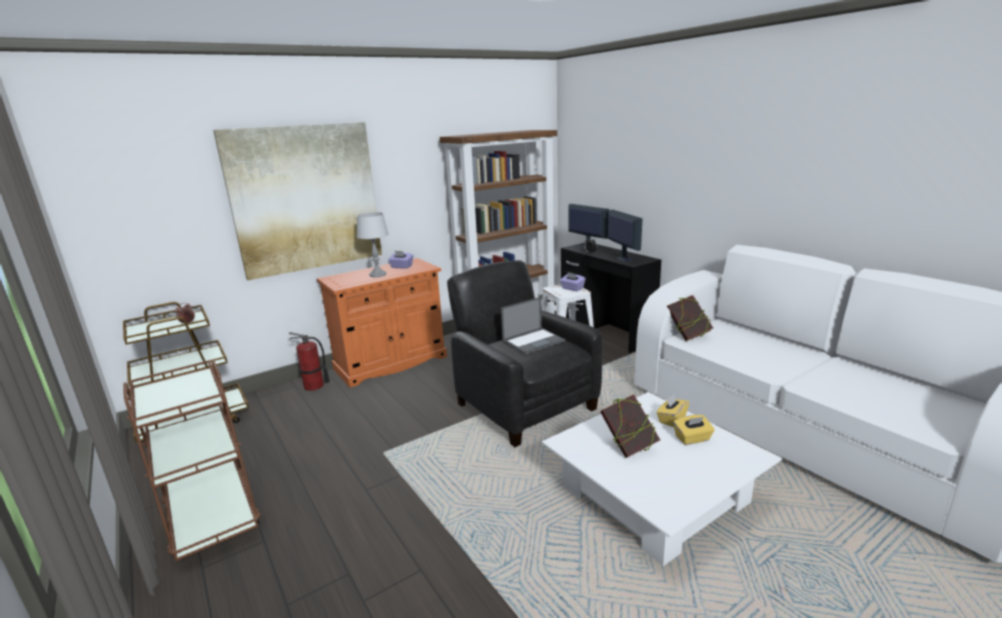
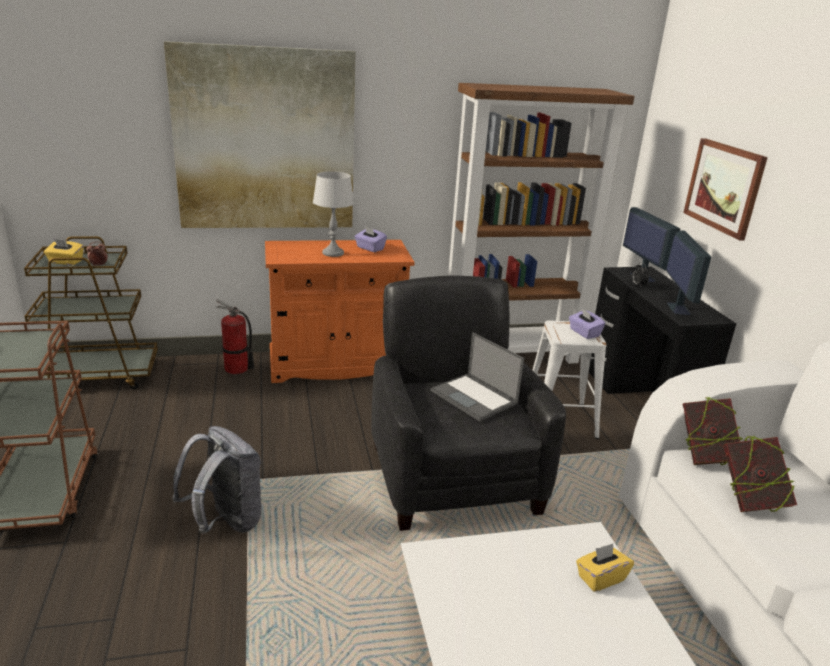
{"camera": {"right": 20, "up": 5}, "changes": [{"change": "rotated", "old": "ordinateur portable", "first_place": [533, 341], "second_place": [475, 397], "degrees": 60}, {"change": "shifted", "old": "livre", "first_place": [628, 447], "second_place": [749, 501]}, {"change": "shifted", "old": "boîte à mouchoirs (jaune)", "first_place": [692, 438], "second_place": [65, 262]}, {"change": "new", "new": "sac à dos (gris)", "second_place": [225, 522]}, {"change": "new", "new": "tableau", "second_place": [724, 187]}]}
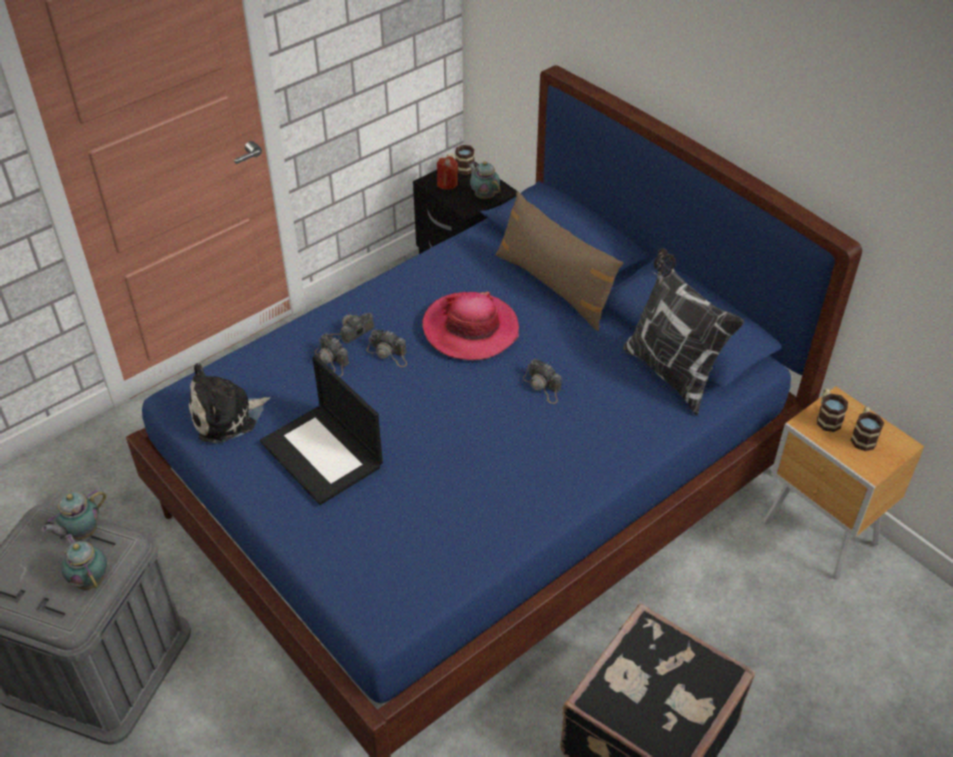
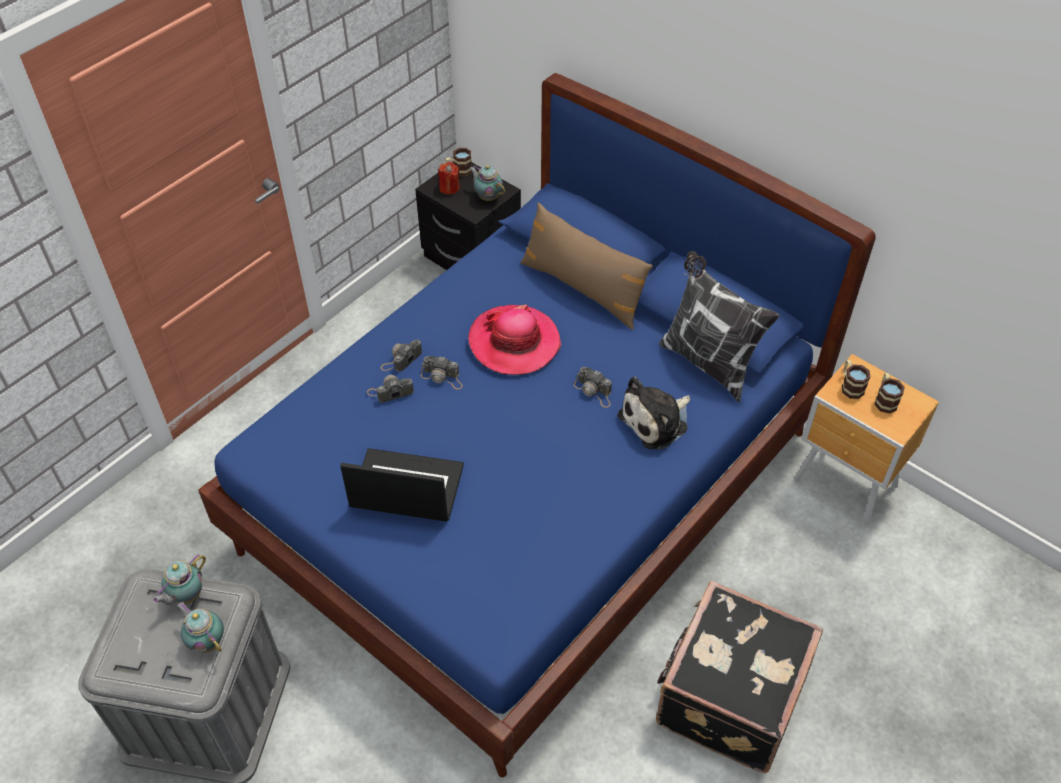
{"camera": {"right": -10, "up": 5}, "changes": [{"change": "shifted", "old": "peluche", "first_place": [227, 416], "second_place": [656, 421]}, {"change": "rotated", "old": "ordinateur portable", "first_place": [323, 454], "second_place": [405, 487], "degrees": 150}, {"change": "rotated", "old": "appareil photo", "first_place": [332, 360], "second_place": [390, 391], "degrees": 120}]}
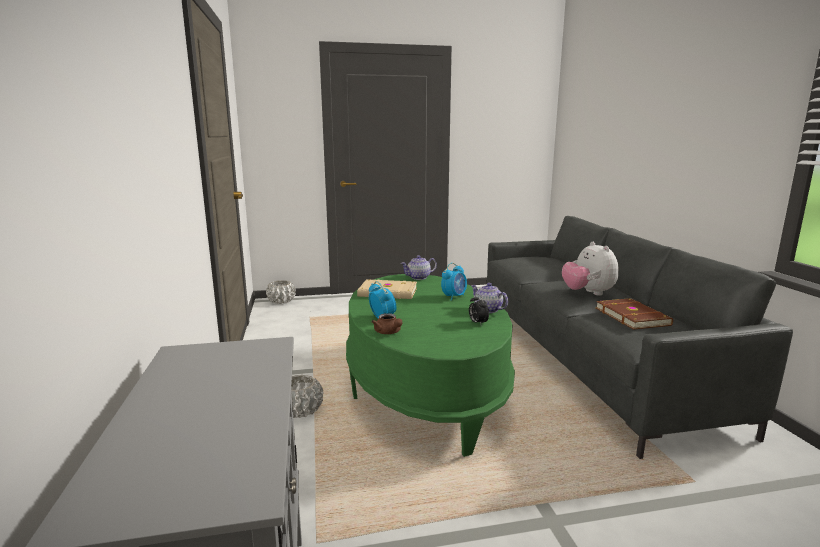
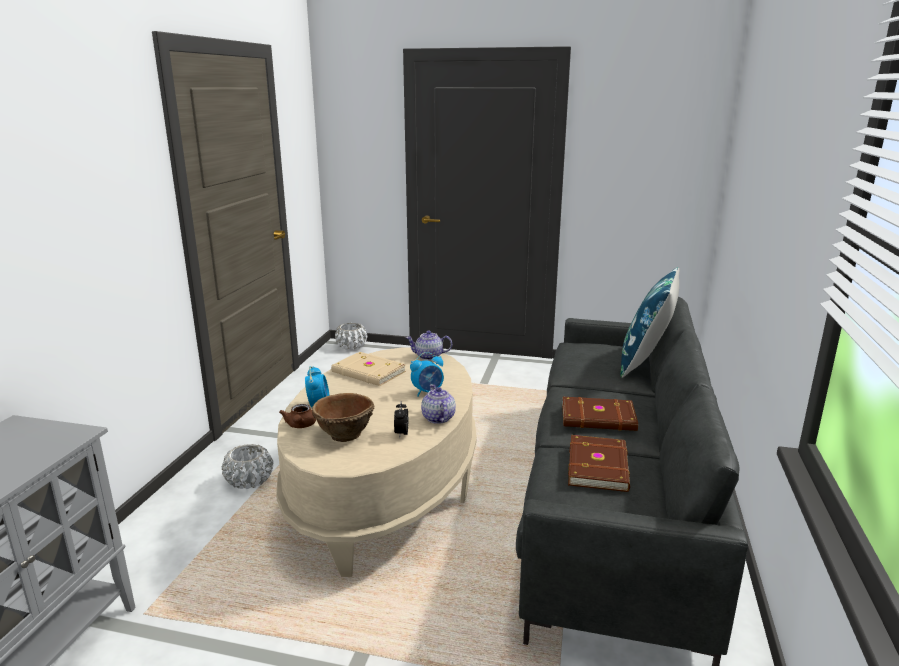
{"camera": {"right": 25, "up": 5}, "changes": [{"change": "repainted", "old": "table basse (vert)", "new": "table basse (beige)", "first_place": [424, 389], "second_place": [385, 489]}, {"change": "swapped", "old": "peluche", "new": "livre (marron)", "first_place": [588, 293], "second_place": [598, 418]}, {"change": "new", "new": "bol (marron)", "second_place": [344, 435]}, {"change": "new", "new": "coussin (bleu)", "second_place": [645, 362]}]}
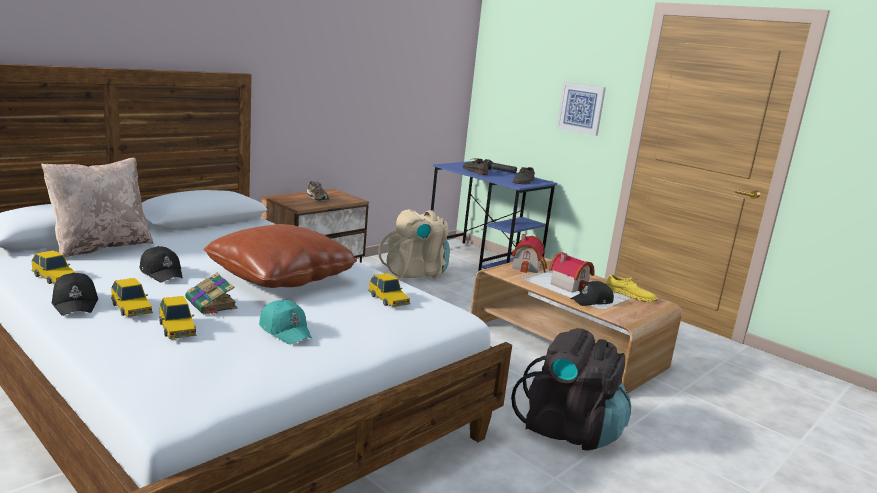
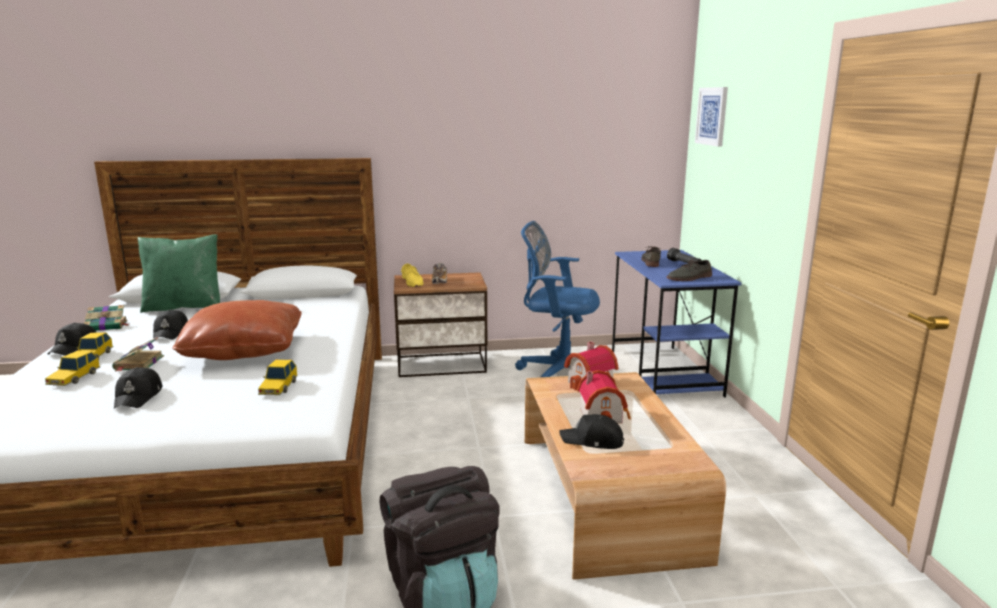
{"camera": {"right": 40, "up": 0}, "changes": [{"change": "swapped", "old": "petite voiture", "new": "livre", "first_place": [55, 277], "second_place": [107, 326]}, {"change": "repainted", "old": "coussin (beige)", "new": "coussin (vert)", "first_place": [101, 247], "second_place": [184, 306]}, {"change": "repainted", "old": "casquette (turquoise)", "new": "casquette (noir)", "first_place": [286, 330], "second_place": [139, 396]}, {"change": "swapped", "old": "sac à dos (beige)", "new": "chaise de bureau (bleu)", "first_place": [415, 273], "second_place": [559, 373]}, {"change": "shifted", "old": "tableau", "first_place": [581, 108], "second_place": [712, 116]}, {"change": "shifted", "old": "chaussure (jaune)", "first_place": [629, 295], "second_place": [412, 282]}]}
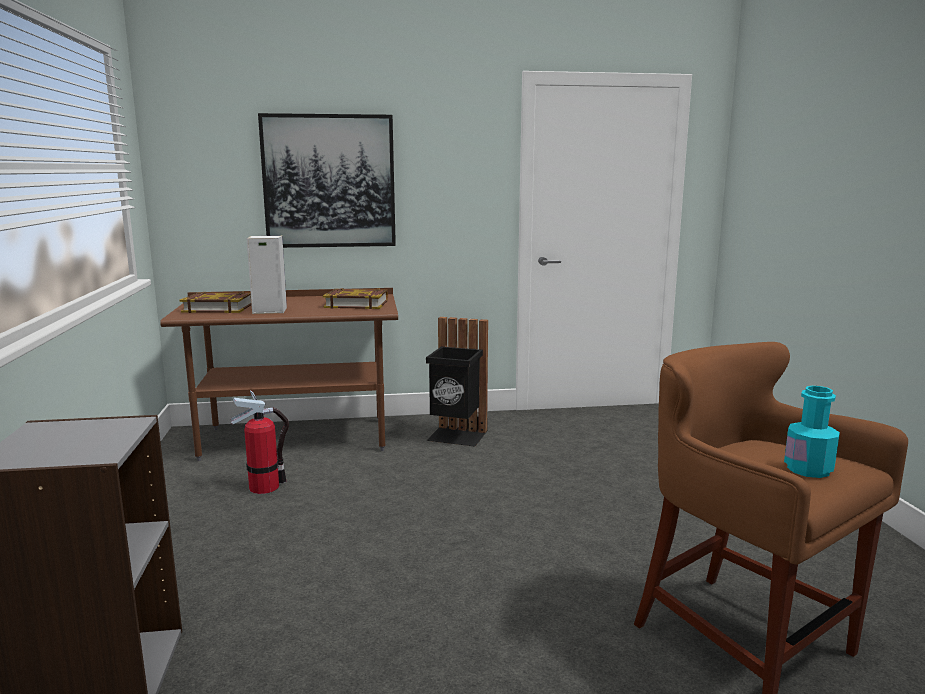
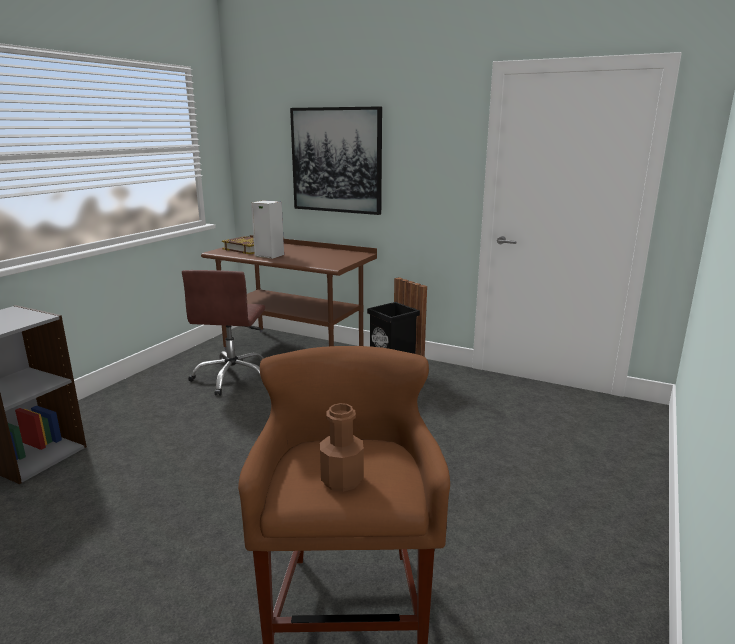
{"camera": {"right": 35, "up": 5}, "changes": [{"change": "swapped", "old": "extincteur", "new": "chaise de bureau (marron)", "first_place": [264, 487], "second_place": [233, 377]}, {"change": "gone", "old": "livre", "first_place": [356, 304]}, {"change": "repainted", "old": "bouteille (turquoise)", "new": "bouteille (marron)", "first_place": [808, 469], "second_place": [342, 480]}]}
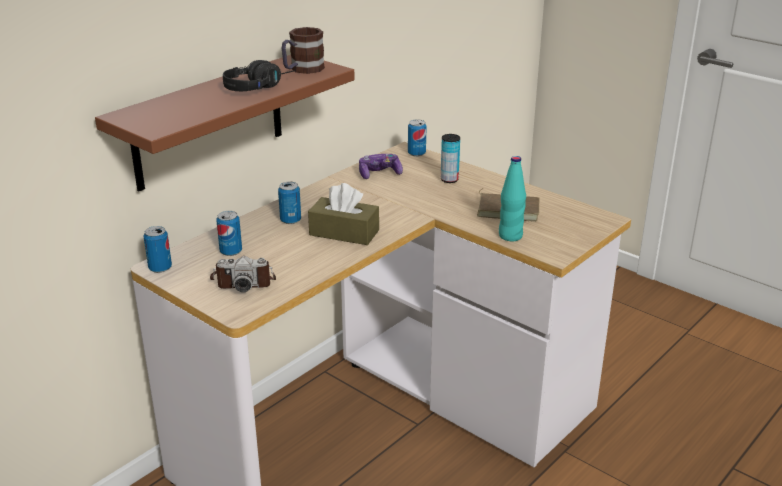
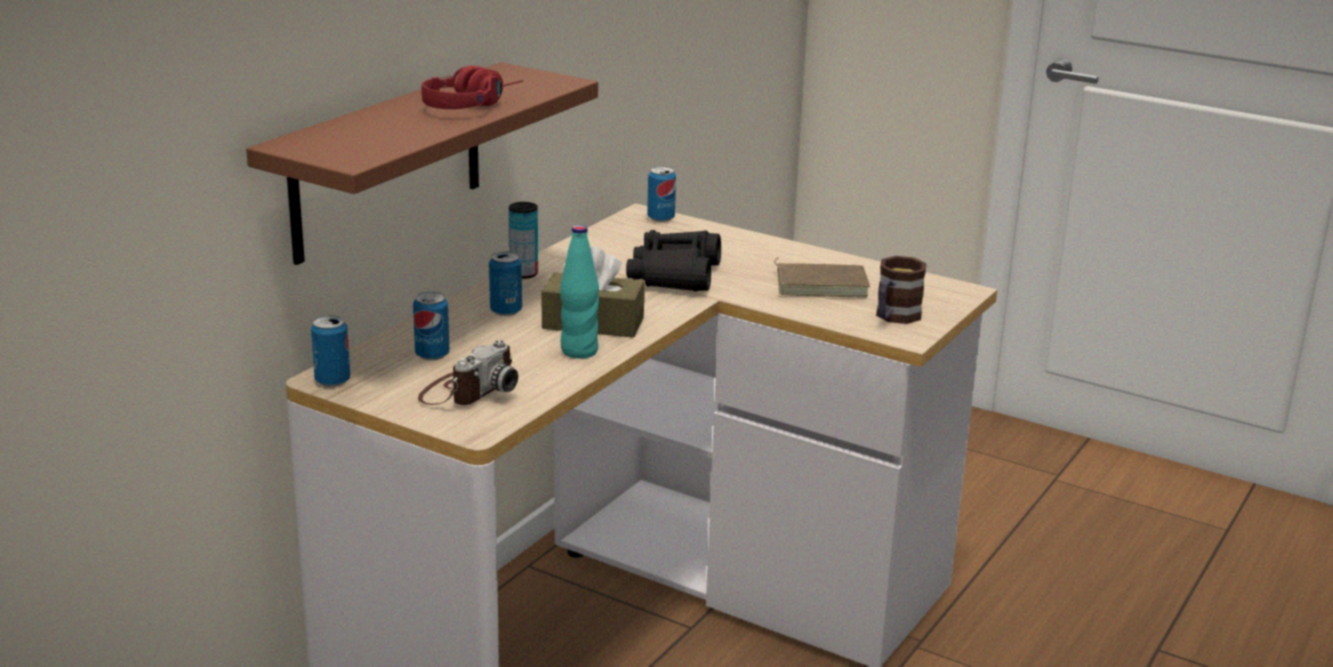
{"camera": {"right": -10, "up": -5}, "changes": [{"change": "rotated", "old": "appareil photo", "first_place": [243, 281], "second_place": [467, 391], "degrees": -45}, {"change": "repainted", "old": "casque audio (noir)", "new": "casque audio (rouge)", "first_place": [259, 87], "second_place": [472, 106]}, {"change": "shifted", "old": "mug", "first_place": [302, 70], "second_place": [894, 317]}, {"change": "gone", "old": "manette", "first_place": [379, 174]}, {"change": "shifted", "old": "boîte métallique", "first_place": [449, 179], "second_place": [524, 274]}, {"change": "shifted", "old": "bouteille (turquoise)", "first_place": [510, 236], "second_place": [579, 351]}, {"change": "new", "new": "jumelles (noir)", "second_place": [675, 276]}]}
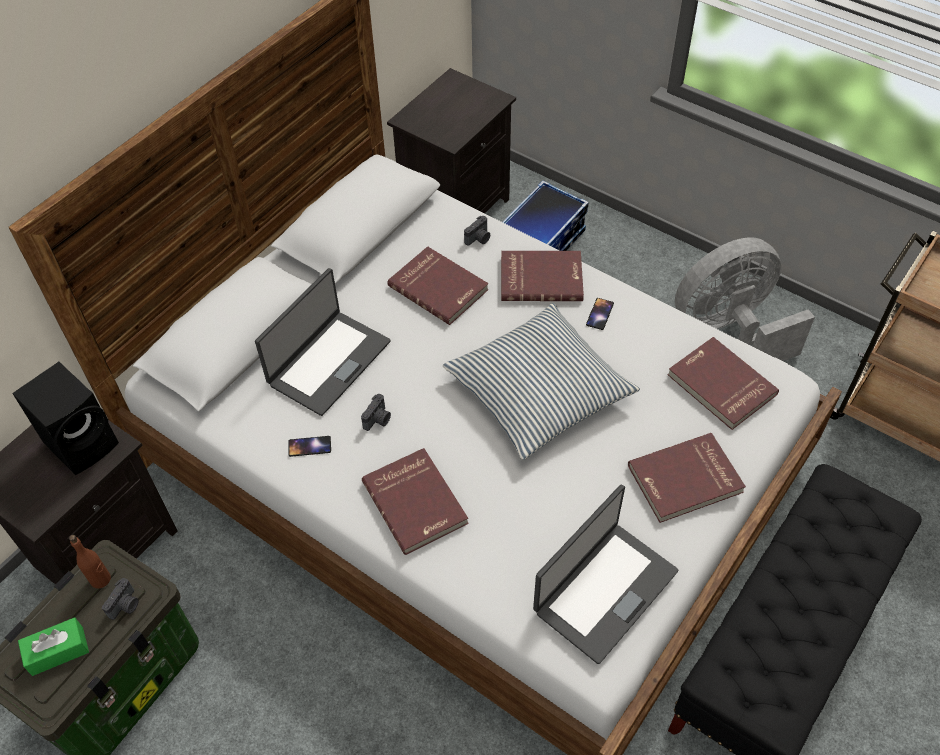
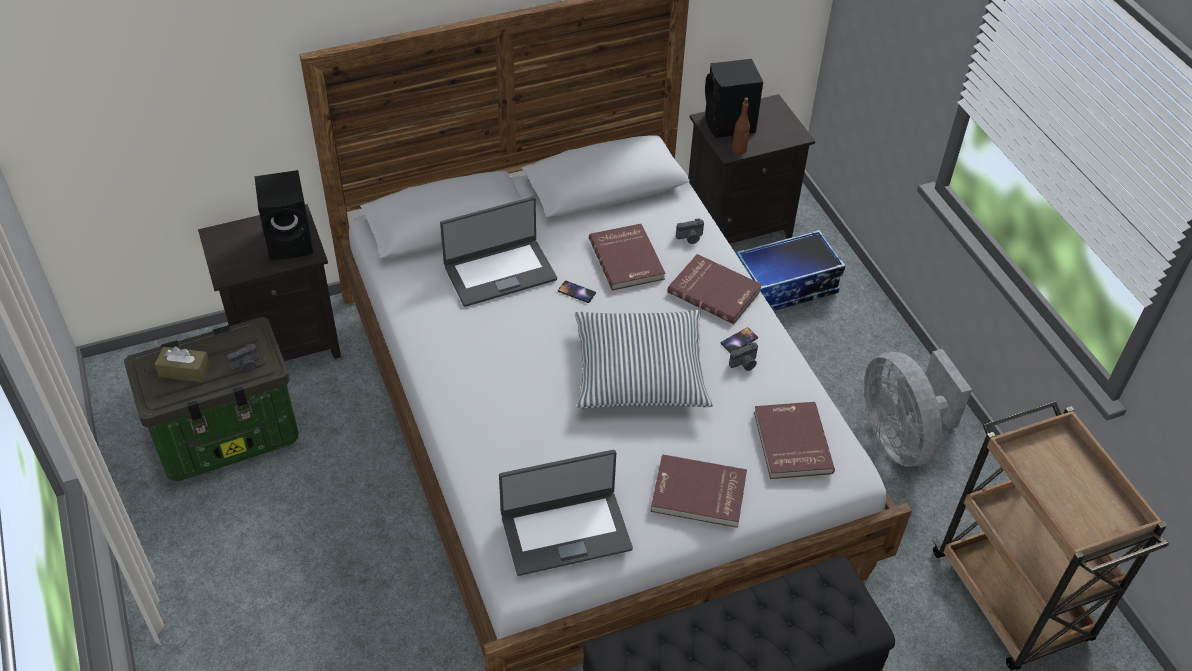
{"camera": {"right": 30, "up": -5}, "changes": [{"change": "repainted", "old": "boîte à mouchoirs (vert)", "new": "boîte à mouchoirs (marron)", "first_place": [58, 651], "second_place": [184, 370]}, {"change": "shifted", "old": "bouteille (marron)", "first_place": [100, 579], "second_place": [739, 150]}, {"change": "shifted", "old": "téléphone", "first_place": [309, 446], "second_place": [576, 292]}, {"change": "shifted", "old": "appareil photo", "first_place": [378, 420], "second_place": [744, 364]}, {"change": "gone", "old": "livre (rouge)", "first_place": [416, 502]}, {"change": "rotated", "old": "ventilateur (gris)", "first_place": [729, 330], "second_place": [901, 437], "degrees": -120}, {"change": "new", "new": "enceinte (noir)", "second_place": [729, 125]}]}
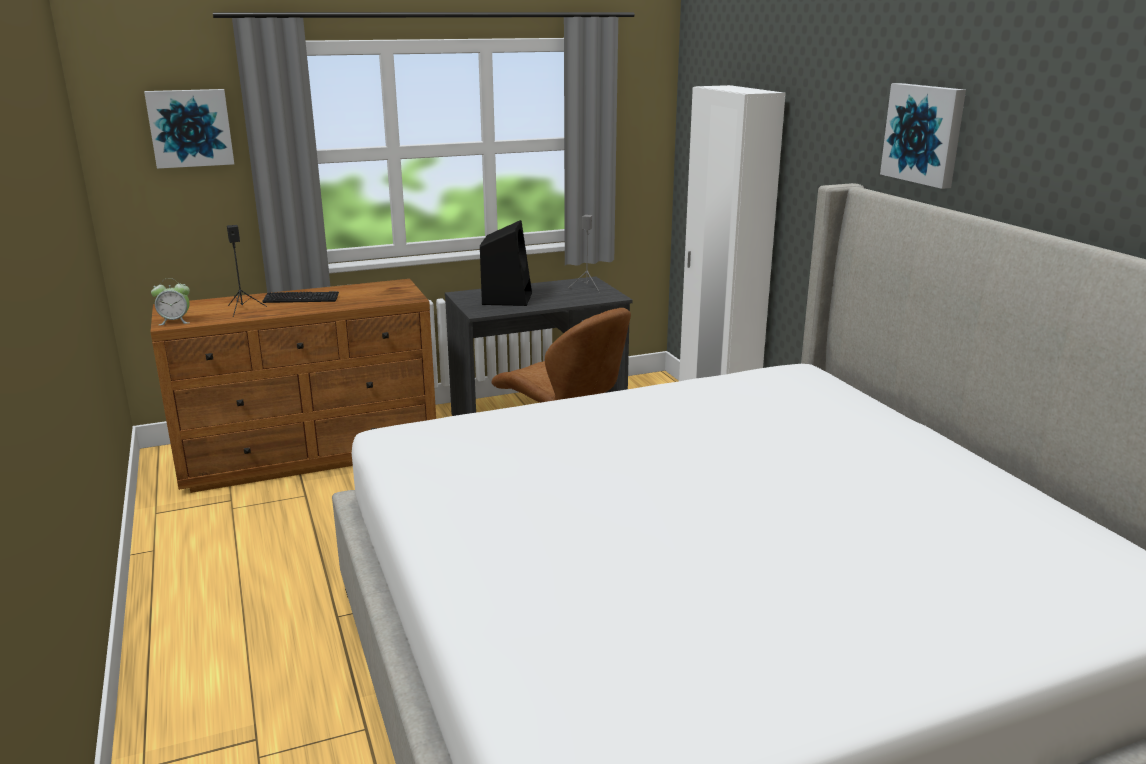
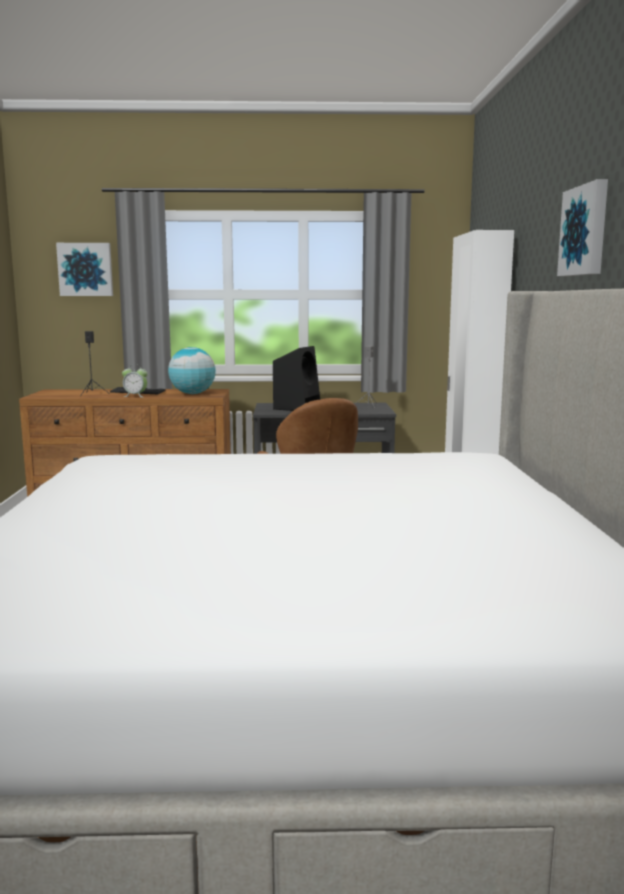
{"camera": {"right": 20, "up": -10}, "changes": [{"change": "shifted", "old": "réveil", "first_place": [175, 321], "second_place": [135, 396]}, {"change": "new", "new": "globe", "second_place": [193, 394]}]}
